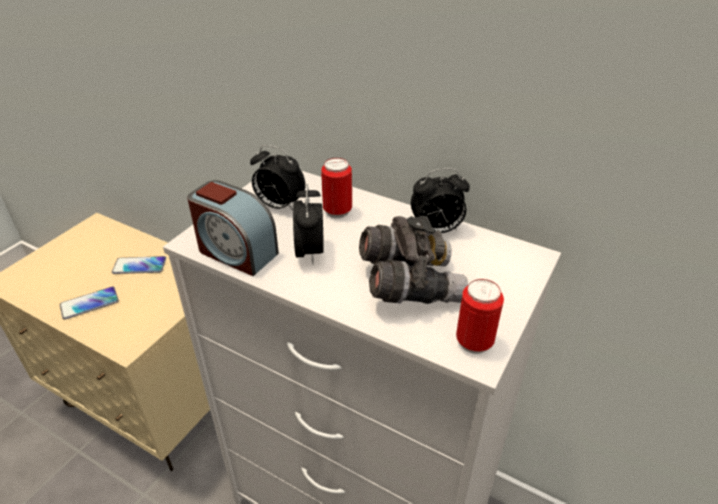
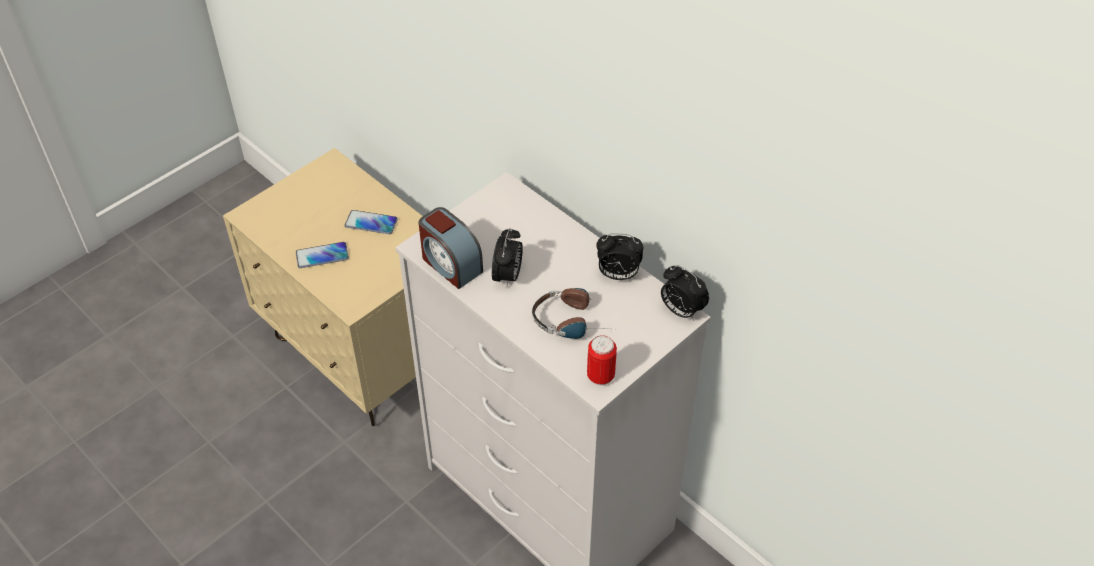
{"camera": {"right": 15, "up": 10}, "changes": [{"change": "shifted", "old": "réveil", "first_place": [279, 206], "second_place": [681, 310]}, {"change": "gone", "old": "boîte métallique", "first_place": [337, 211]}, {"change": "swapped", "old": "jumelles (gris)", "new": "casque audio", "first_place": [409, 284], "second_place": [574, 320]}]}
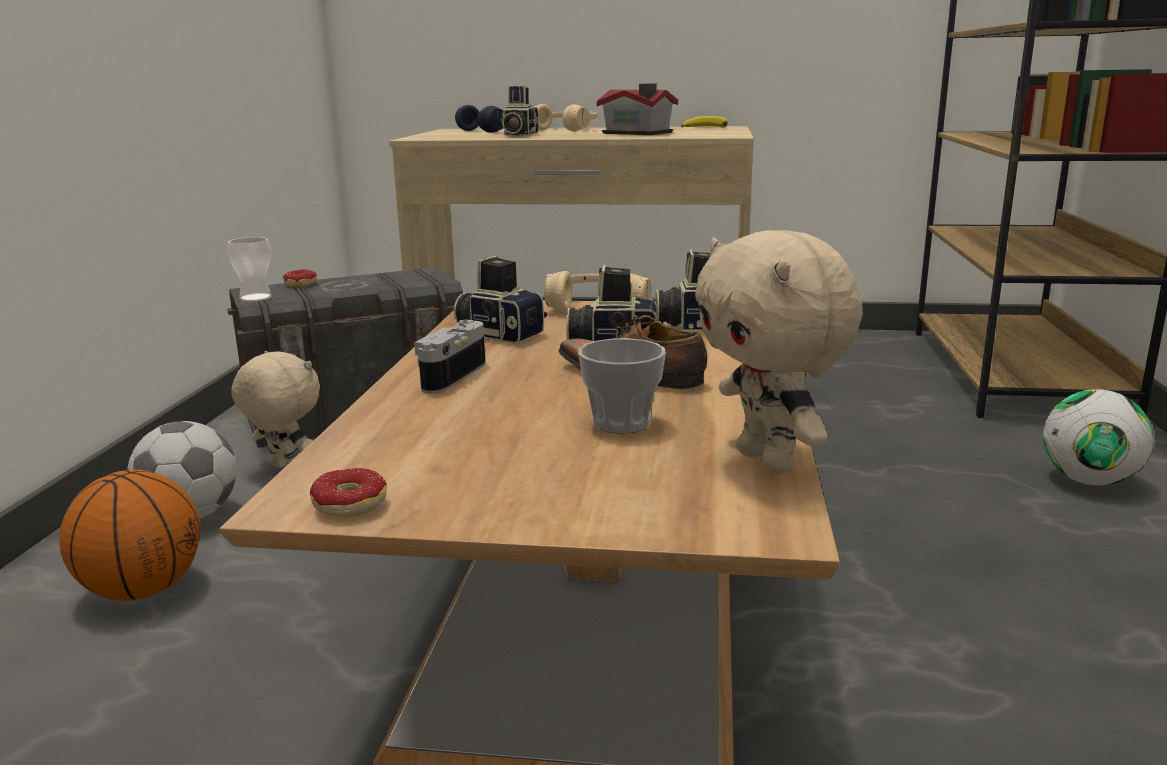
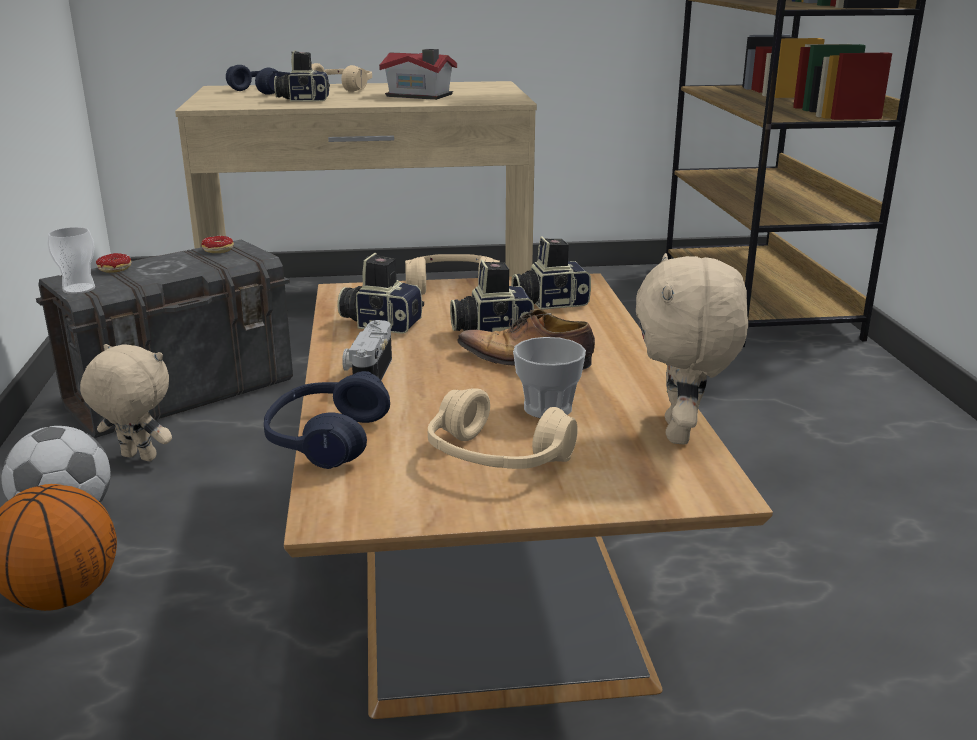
{"camera": {"right": -15, "up": 5}, "changes": [{"change": "shifted", "old": "beignet", "first_place": [338, 510], "second_place": [214, 252]}, {"change": "rotated", "old": "appareil photo", "first_place": [518, 135], "second_place": [303, 100], "degrees": 90}, {"change": "gone", "old": "banane", "first_place": [705, 127]}, {"change": "rotated", "old": "peluche (beige)", "first_place": [769, 462], "second_place": [681, 433], "degrees": 45}, {"change": "gone", "old": "ballon de foot", "first_place": [1089, 481]}, {"change": "new", "new": "casque audio (bleu)", "second_place": [326, 439]}, {"change": "new", "new": "casque audio (beige)", "second_place": [496, 458]}]}
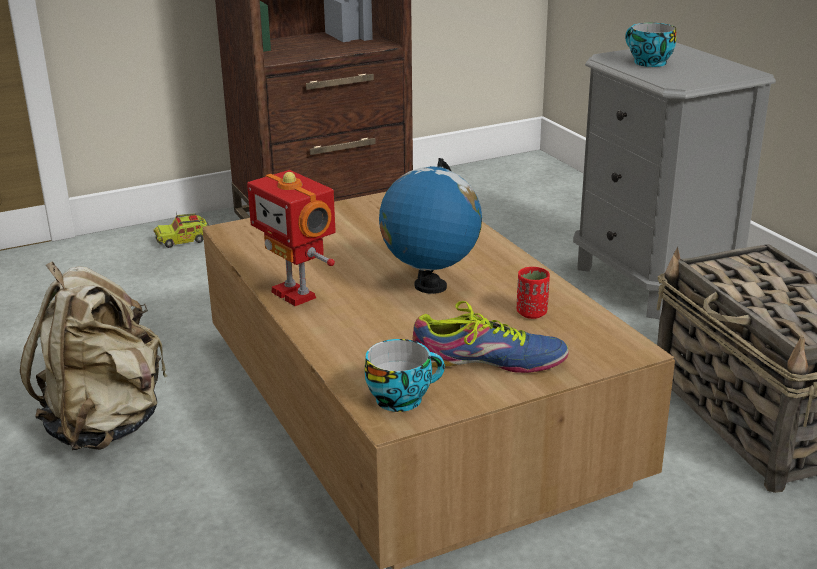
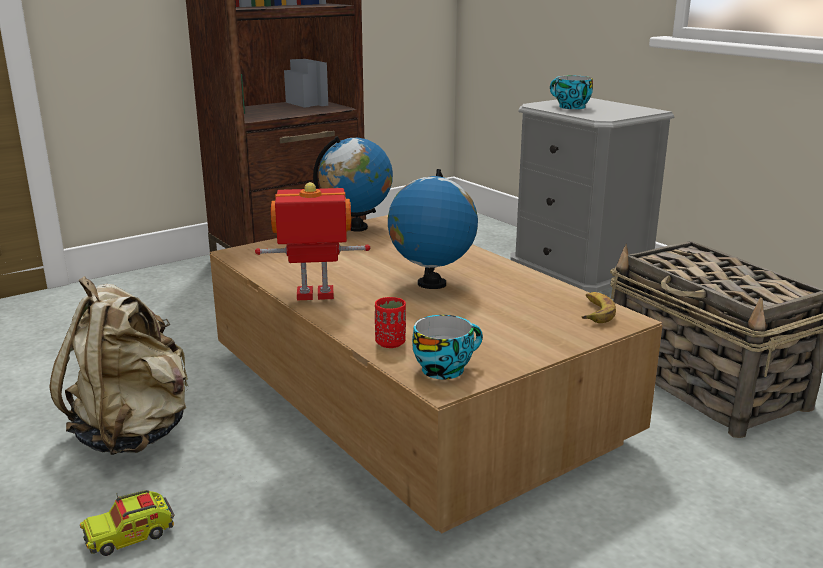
{"camera": {"right": -10, "up": -5}, "changes": [{"change": "shifted", "old": "camion jouet", "first_place": [183, 240], "second_place": [130, 535]}, {"change": "rotated", "old": "robot jouet", "first_place": [296, 294], "second_place": [315, 296], "degrees": 135}, {"change": "gone", "old": "chaussure", "first_place": [488, 360]}, {"change": "shifted", "old": "tasse (rouge)", "first_place": [531, 313], "second_place": [390, 343]}, {"change": "new", "new": "globe", "second_place": [357, 227]}, {"change": "new", "new": "banane", "second_place": [595, 312]}]}
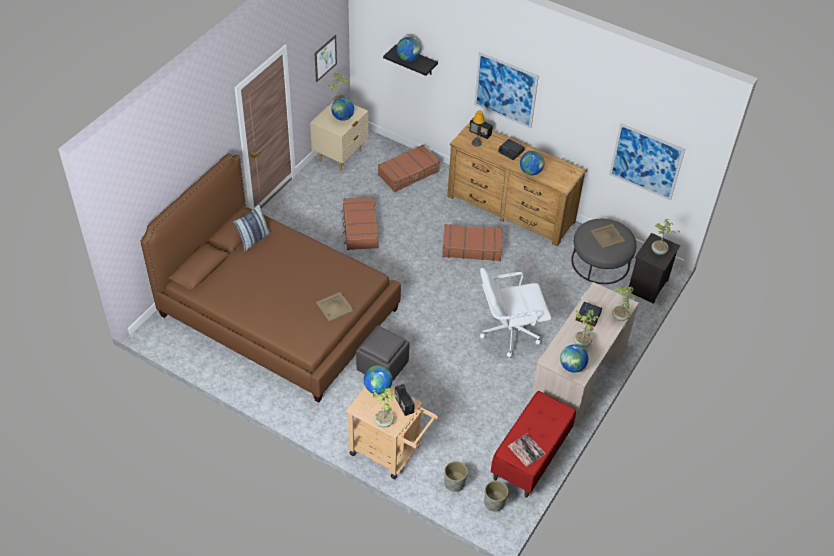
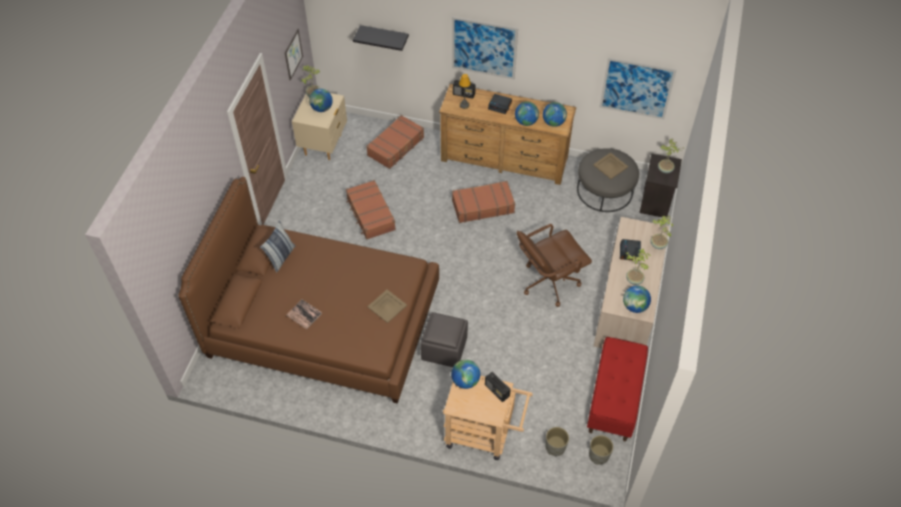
{"camera": {"right": -15, "up": 5}, "changes": [{"change": "gone", "old": "plante en pot", "first_place": [384, 421]}, {"change": "shifted", "old": "globe", "first_place": [408, 58], "second_place": [553, 122]}, {"change": "repainted", "old": "chaise de bureau (blanc)", "new": "chaise de bureau (marron)", "first_place": [509, 332], "second_place": [549, 282]}, {"change": "shifted", "old": "livre", "first_place": [526, 450], "second_place": [304, 314]}]}
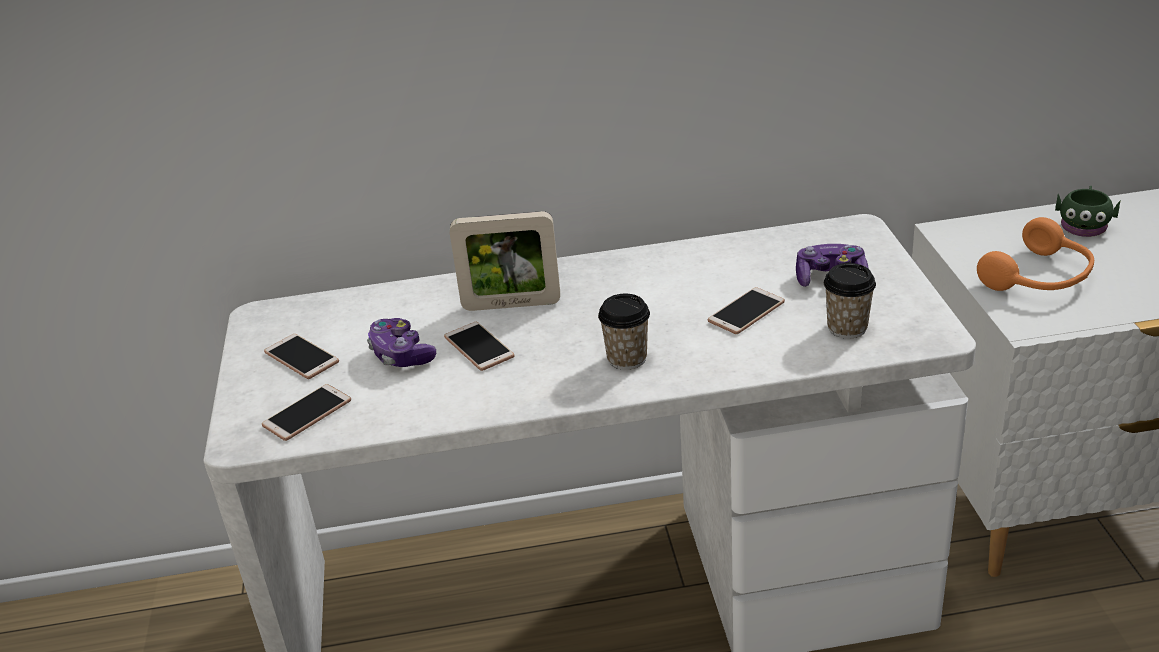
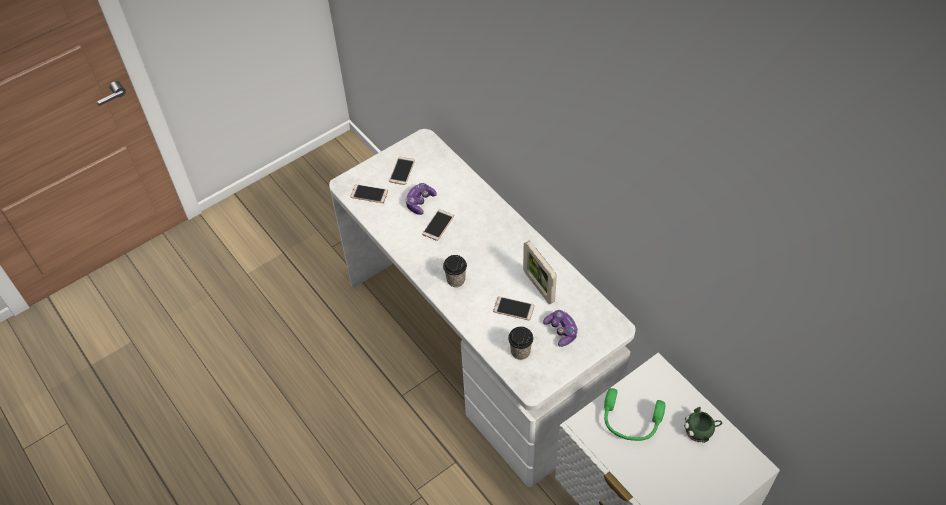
{"camera": {"right": 60, "up": 20}, "changes": [{"change": "shifted", "old": "cadre photo", "first_place": [511, 304], "second_place": [538, 287]}, {"change": "repainted", "old": "casque audio (orange)", "new": "casque audio (vert)", "first_place": [1040, 278], "second_place": [630, 422]}]}
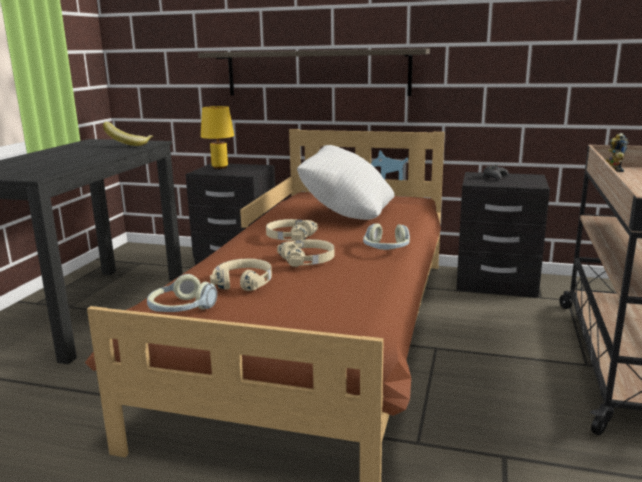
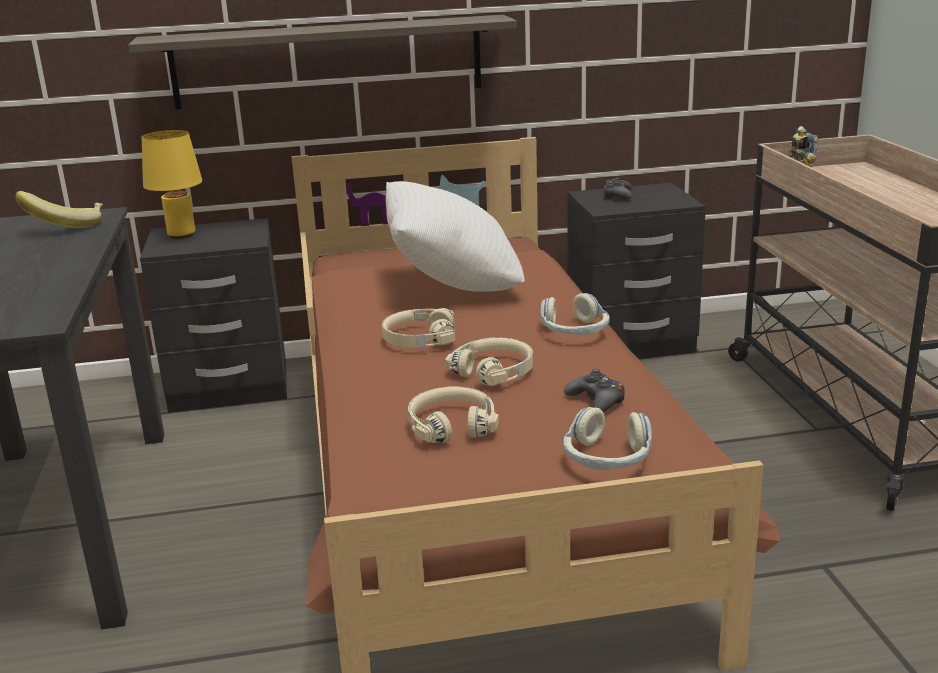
{"camera": {"right": -25, "up": 5}, "changes": [{"change": "shifted", "old": "casque audio", "first_place": [181, 309], "second_place": [607, 459]}, {"change": "new", "new": "manette (noir)", "second_place": [596, 400]}]}
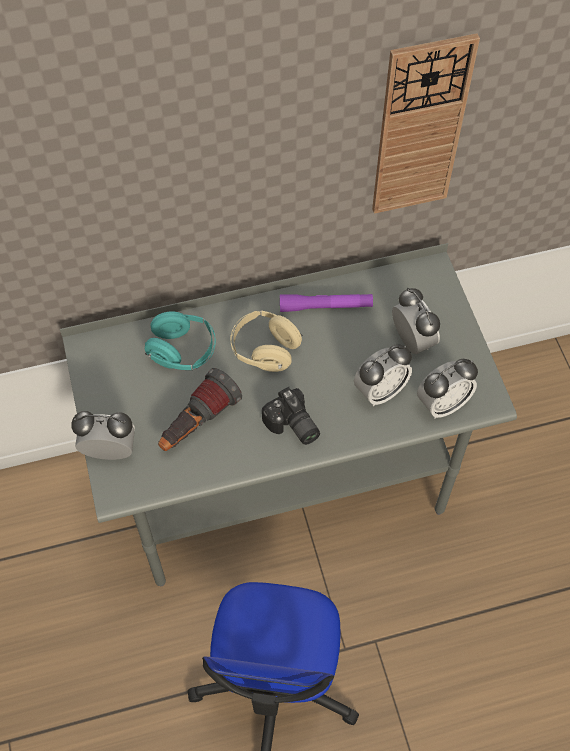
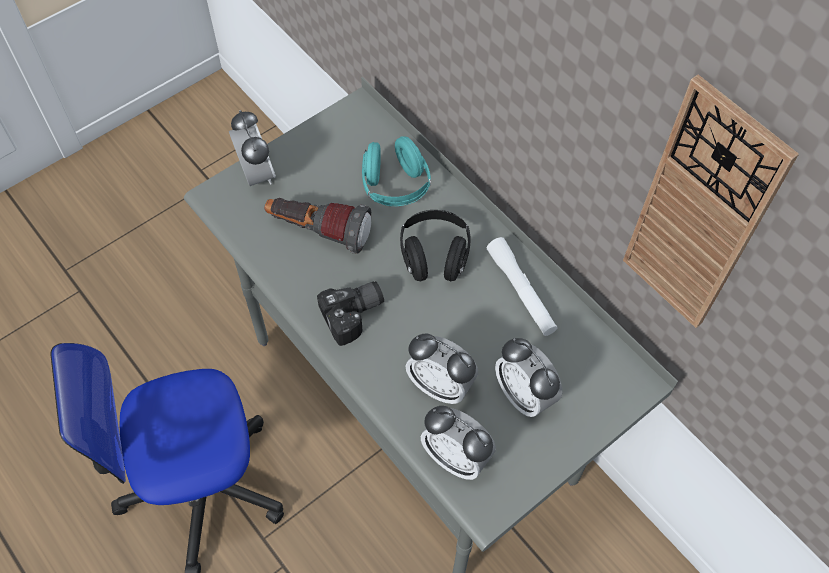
{"camera": {"right": 65, "up": 0}, "changes": [{"change": "repainted", "old": "casque audio (beige)", "new": "casque audio (noir)", "first_place": [265, 350], "second_place": [434, 256]}, {"change": "rotated", "old": "appareil photo", "first_place": [292, 426], "second_place": [354, 316], "degrees": -150}, {"change": "repainted", "old": "lampe de poche (violet)", "new": "lampe de poche (blanc)", "first_place": [325, 306], "second_place": [521, 291]}, {"change": "rotated", "old": "réveil", "first_place": [412, 341], "second_place": [524, 395], "degrees": 105}]}
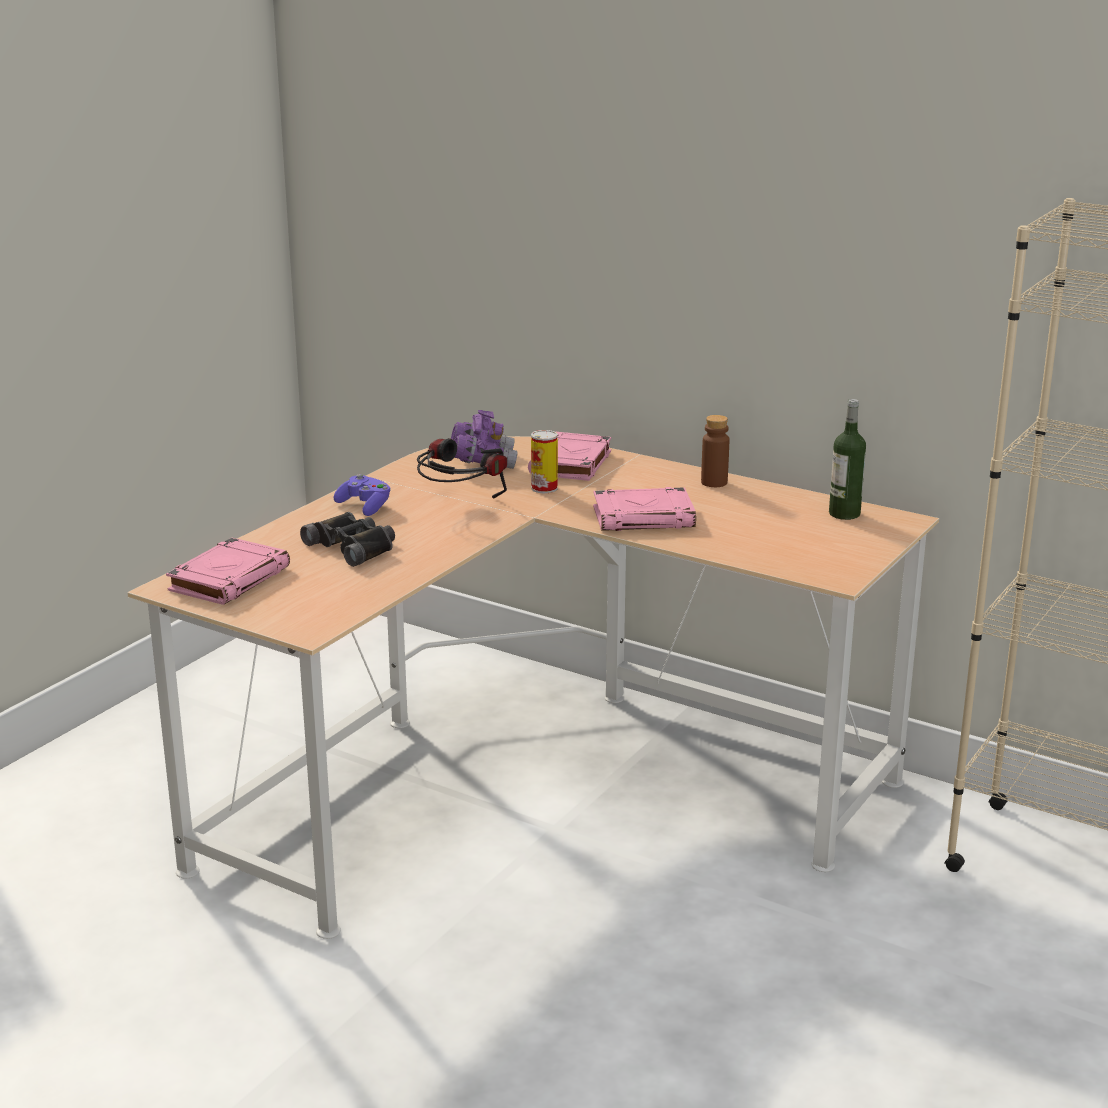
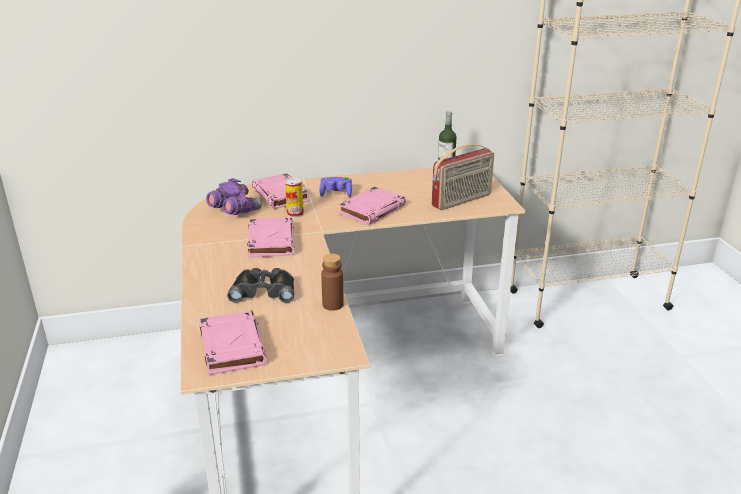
{"camera": {"right": -45, "up": 5}, "changes": [{"change": "shifted", "old": "manette (violet)", "first_place": [365, 506], "second_place": [336, 193]}, {"change": "swapped", "old": "casque audio", "new": "livre (rose)", "first_place": [457, 505], "second_place": [271, 241]}, {"change": "shifted", "old": "bouteille (marron)", "first_place": [714, 482], "second_place": [333, 304]}, {"change": "new", "new": "radio", "second_place": [462, 201]}]}
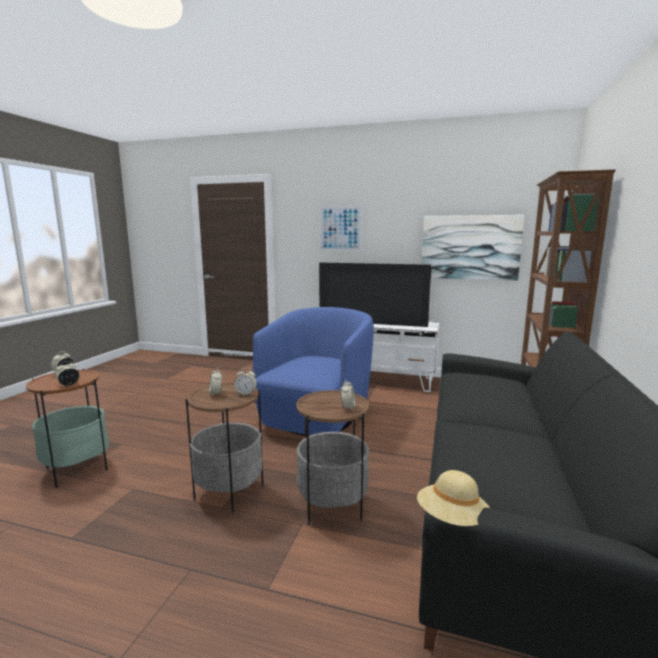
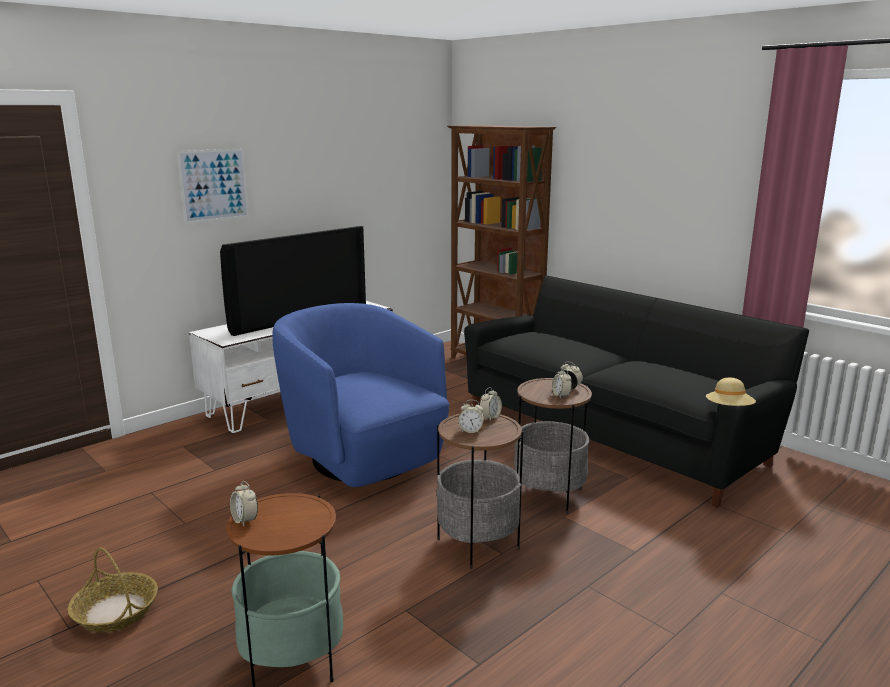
{"camera": {"right": -60, "up": 5}, "changes": [{"change": "shifted", "old": "réveil", "first_place": [68, 384], "second_place": [561, 396]}, {"change": "gone", "old": "tableau", "first_place": [470, 247]}, {"change": "new", "new": "panier", "second_place": [115, 611]}]}
